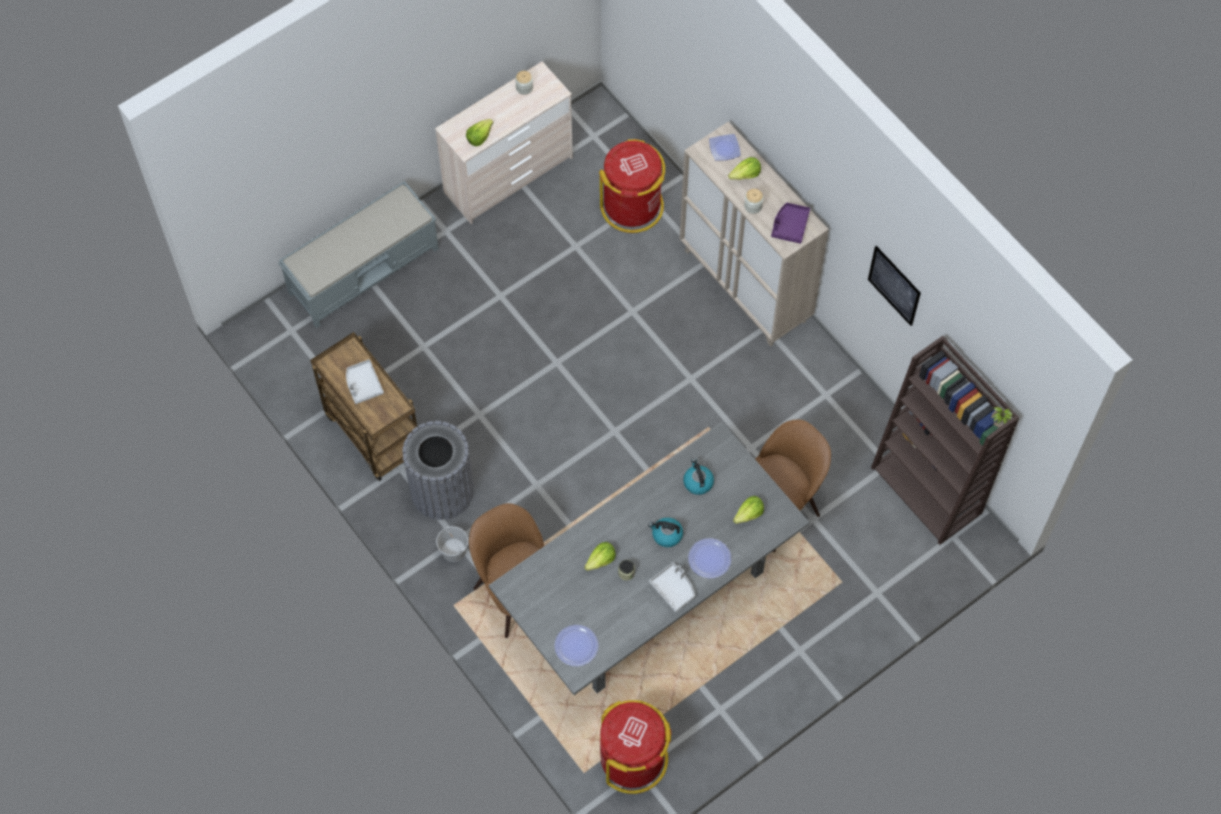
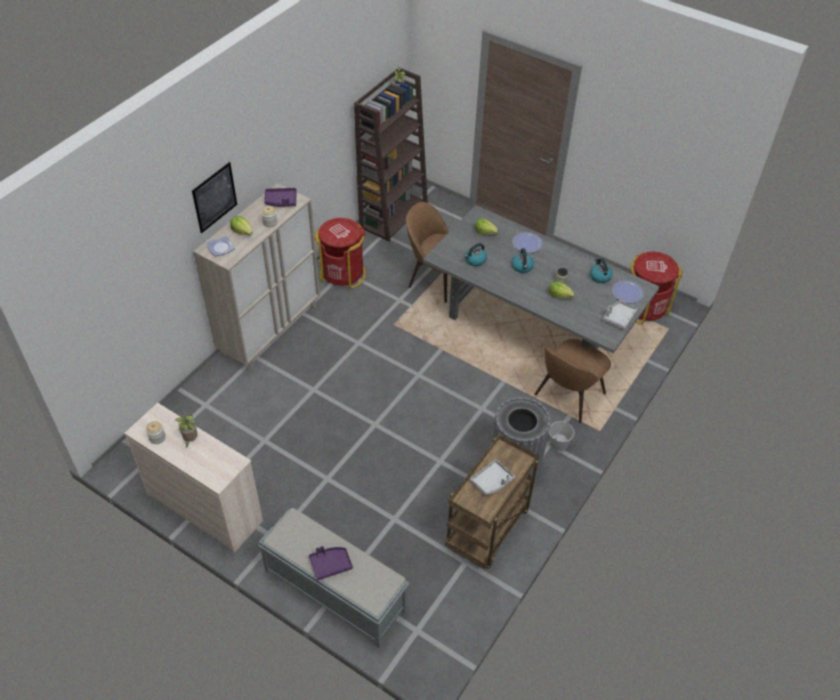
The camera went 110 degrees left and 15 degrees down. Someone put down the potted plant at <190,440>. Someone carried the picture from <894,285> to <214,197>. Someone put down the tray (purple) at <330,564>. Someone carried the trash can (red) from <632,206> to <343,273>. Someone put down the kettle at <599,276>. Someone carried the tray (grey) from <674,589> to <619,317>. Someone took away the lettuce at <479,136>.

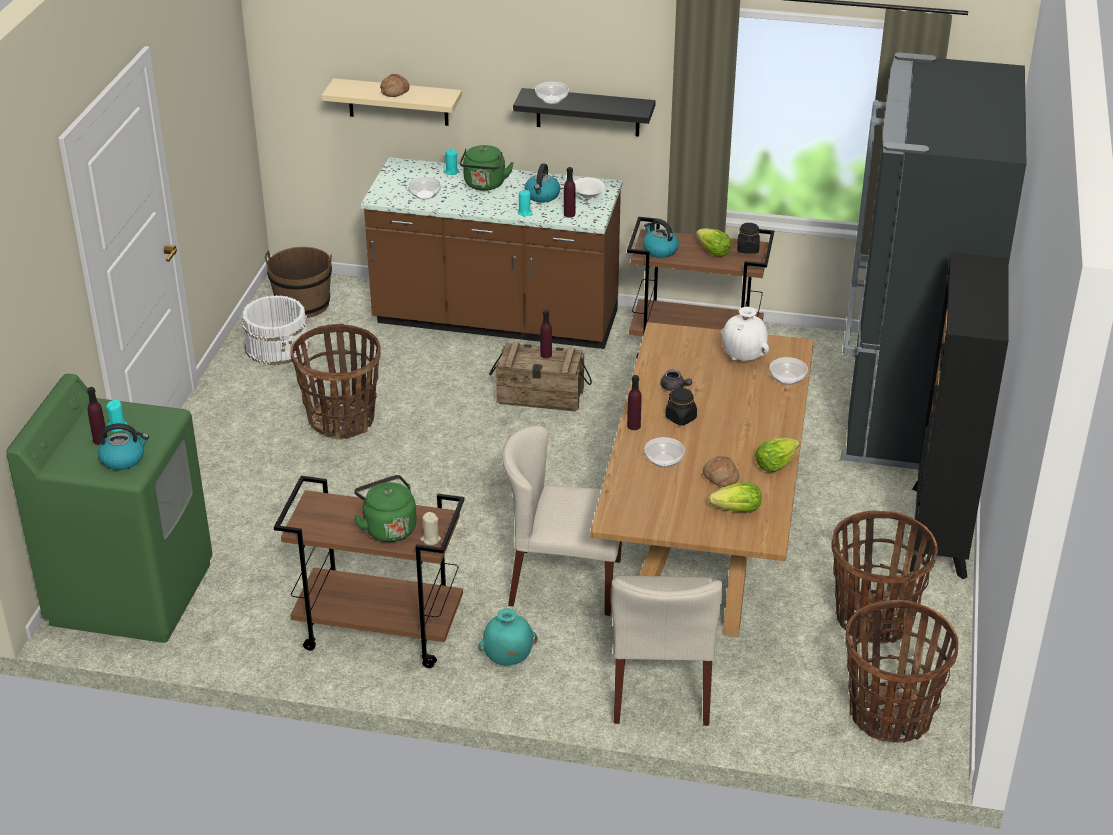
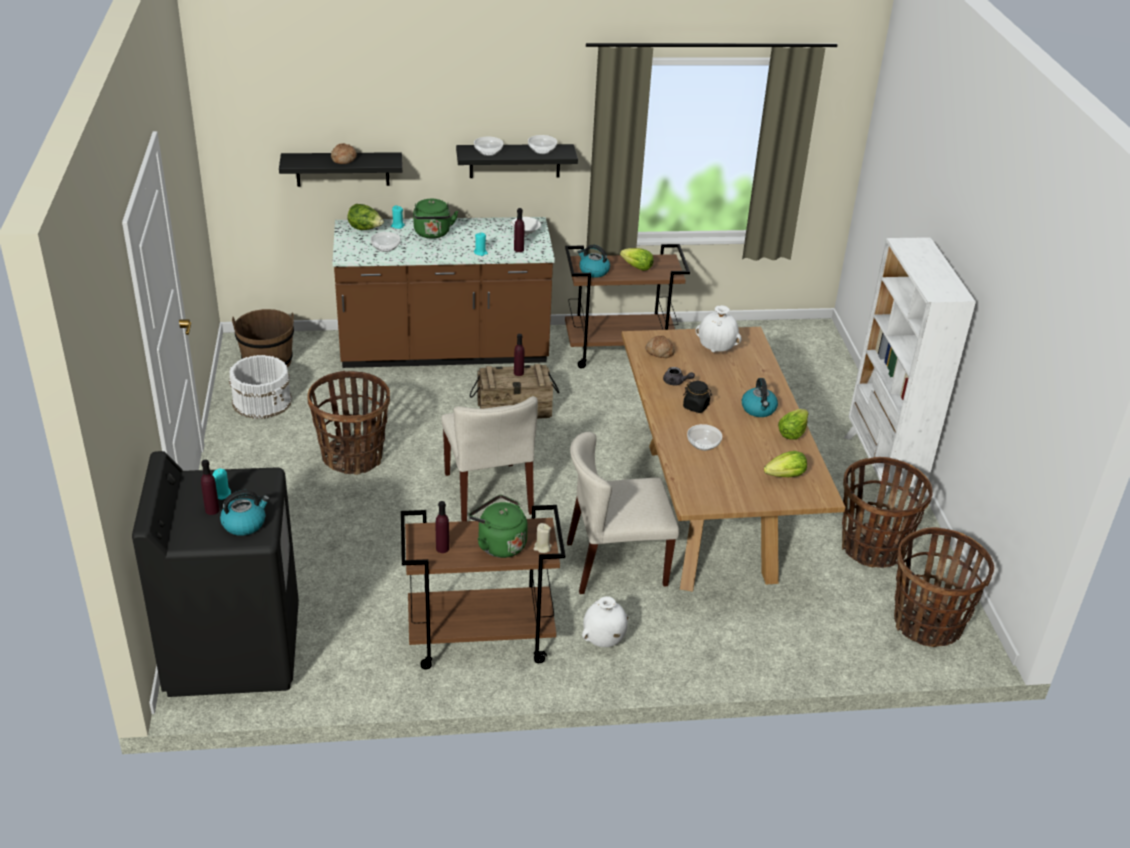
The camera went 20 degrees left and 0 degrees up. Someone repainted the washing machine (green) at <131,592>, which became the washing machine (black) at <233,649>. Someone repainted the shelf (beige) at <398,102>, which became the shelf (black) at <342,169>. Someone put down the lettuce at <365,229>. Someone carried the bottle (purple) from <633,426> to <442,548>. Someone carried the chair (beige) from <661,686> to <488,494>. Someone carried the bowl from <787,379> to <542,151>. Someone repainted the vase (turquoise) at <507,659>, which became the vase (white) at <603,641>. Someone carried the bread from <720,477> to <659,352>. Someone carried the kettle from <542,196> to <759,409>. Someone repainted the bookcase (black) at <938,532>, which became the bookcase (white) at <881,469>. Someone took away the jar (black) at <747,249>. Someone took away the fridge (black) at <906,412>.

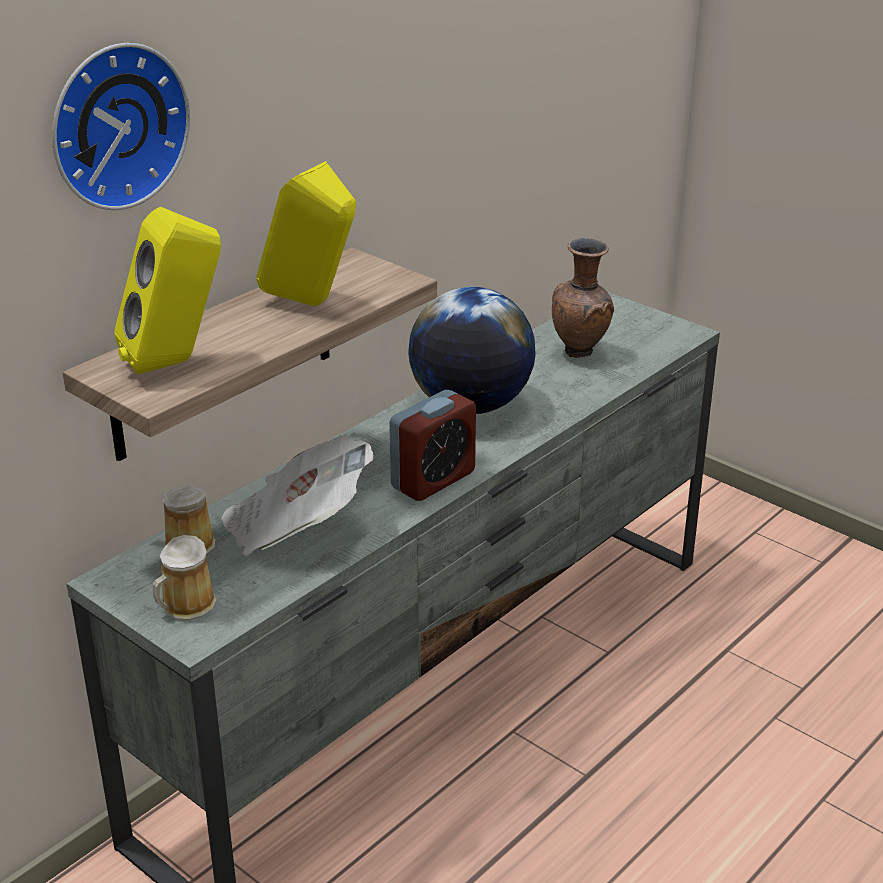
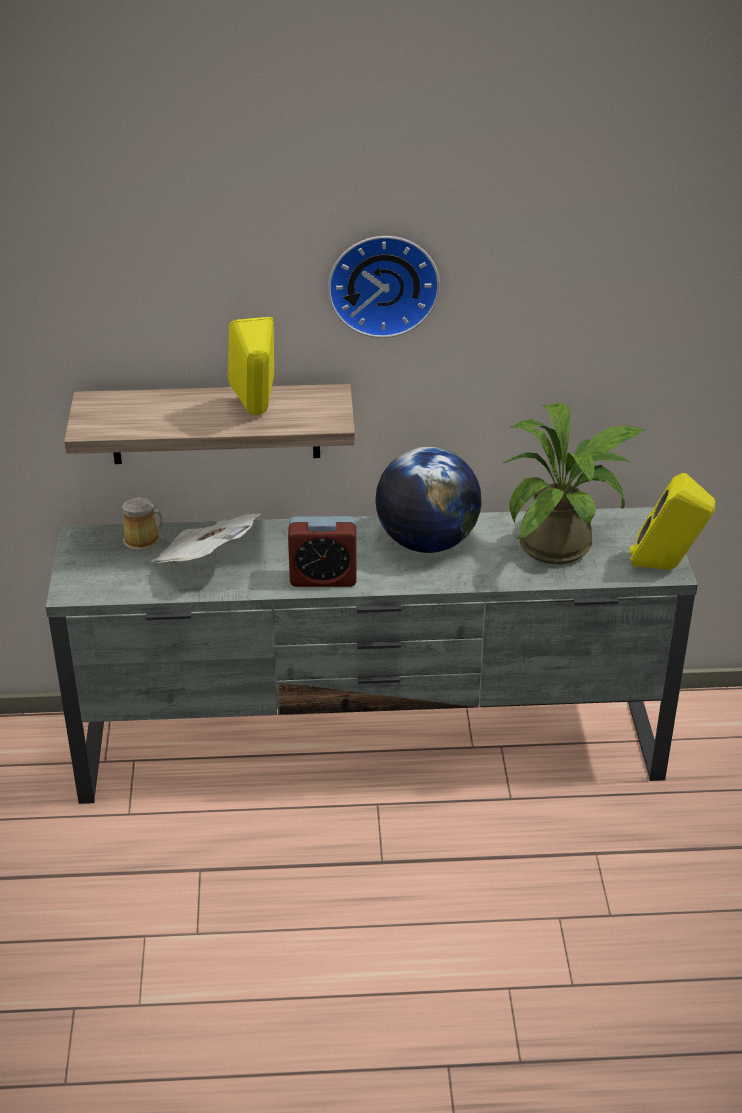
The camera went 45 degrees right and 5 degrees up. Someone carried the wall clock from <114,124> to <383,283>. Someone swapped the vase (brown) at <581,352> for the potted plant at <564,545>. Someone carried the speaker (yellow) from <177,362> to <666,568>. Someone took away the mug at <185,606>.

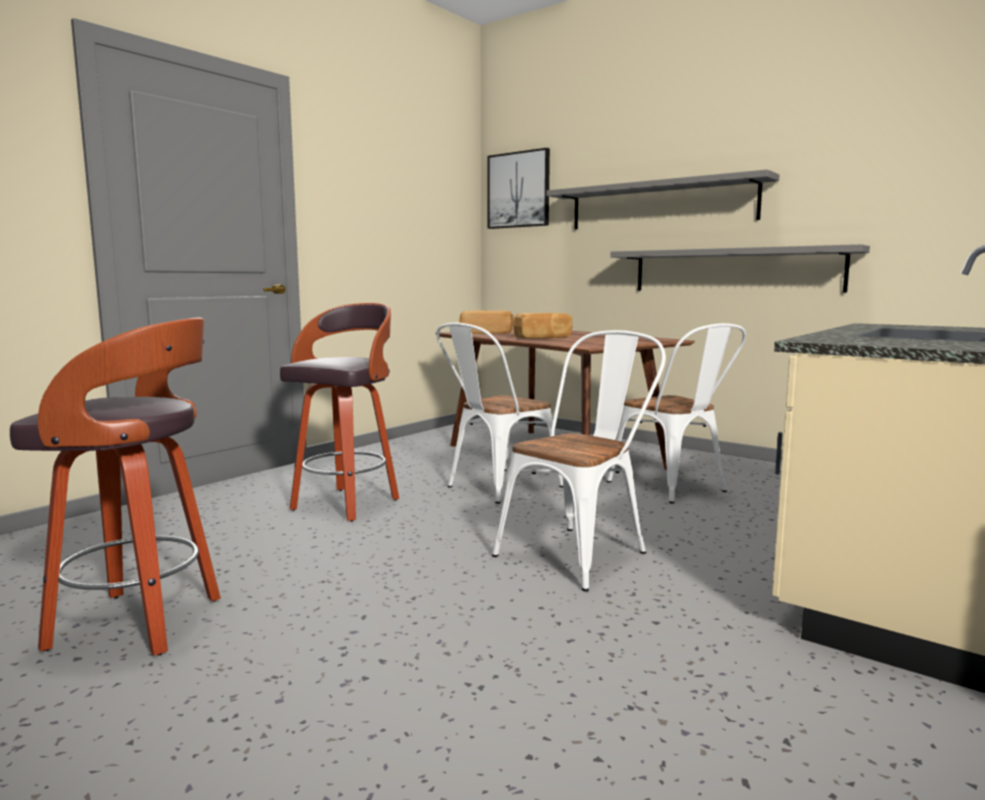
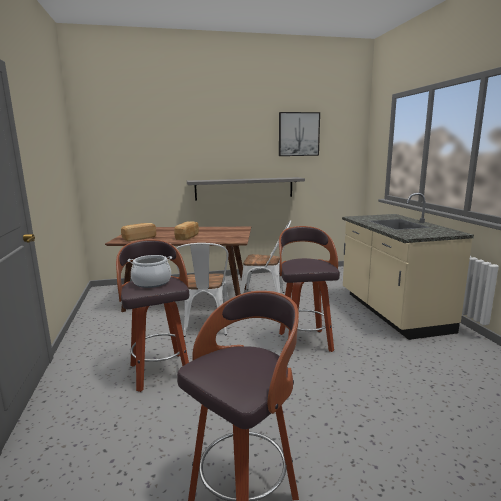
The camera went 50 degrees left and 5 degrees up. Someone put down the cooking pot at <152,282>. Someone carried the picture from <519,190> to <298,134>. Someone swapped the chair (white) at <580,552> for the stool at <304,341>. Someone took away the shelf (grey) at <660,205>.

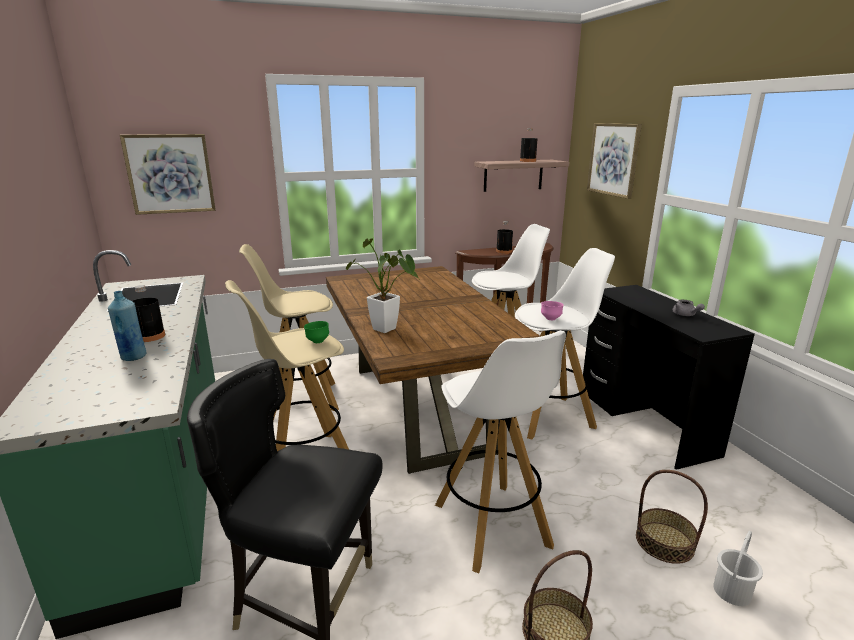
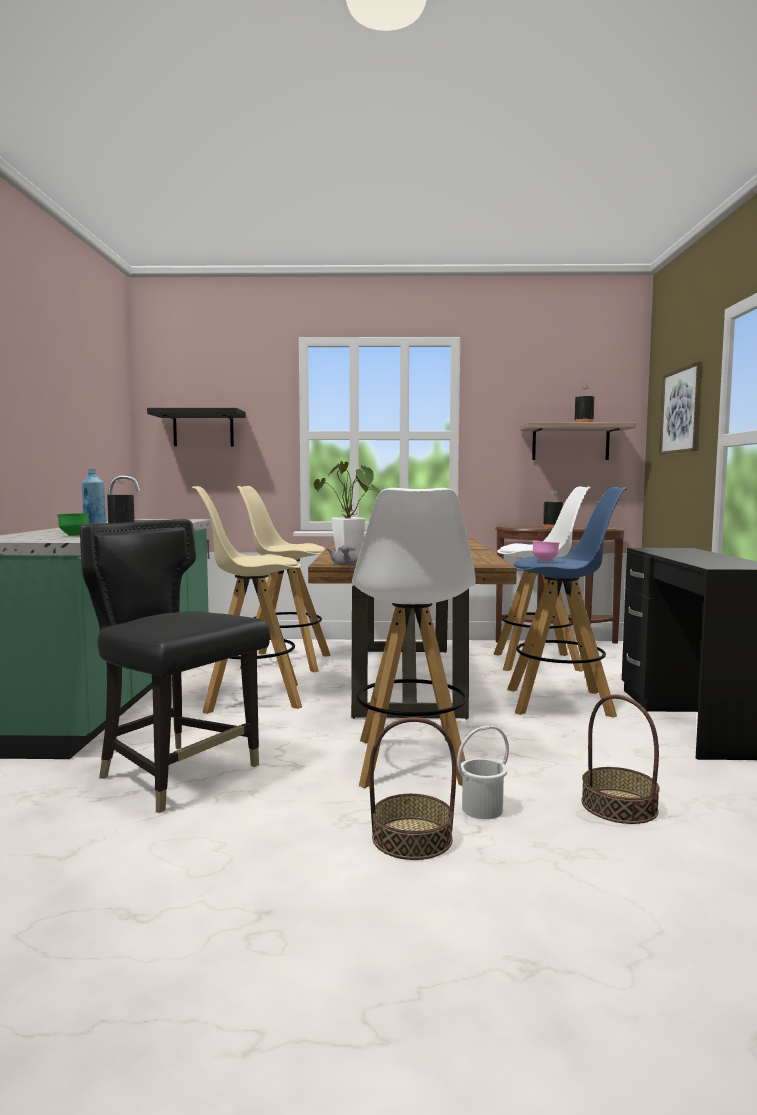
The camera went 20 degrees right and 15 degrees down. Someone carried the bowl (green) from <317,341> to <74,535>. Someone swapped the picture at <170,174> for the shelf (black) at <203,429>. Someone carried the teapot (grey) from <685,315> to <345,564>. Someone carried the bucket (white) from <732,591> to <483,809>. Someone repainted the stool (white) at <550,417>, which became the stool (blue) at <560,702>.

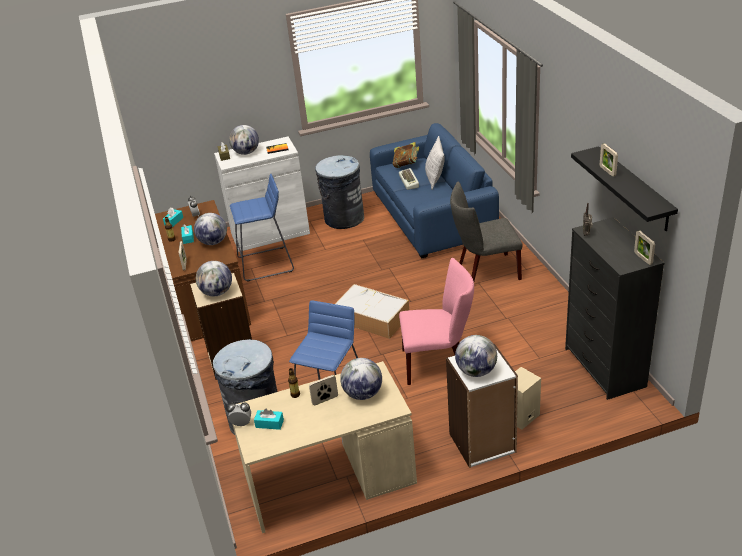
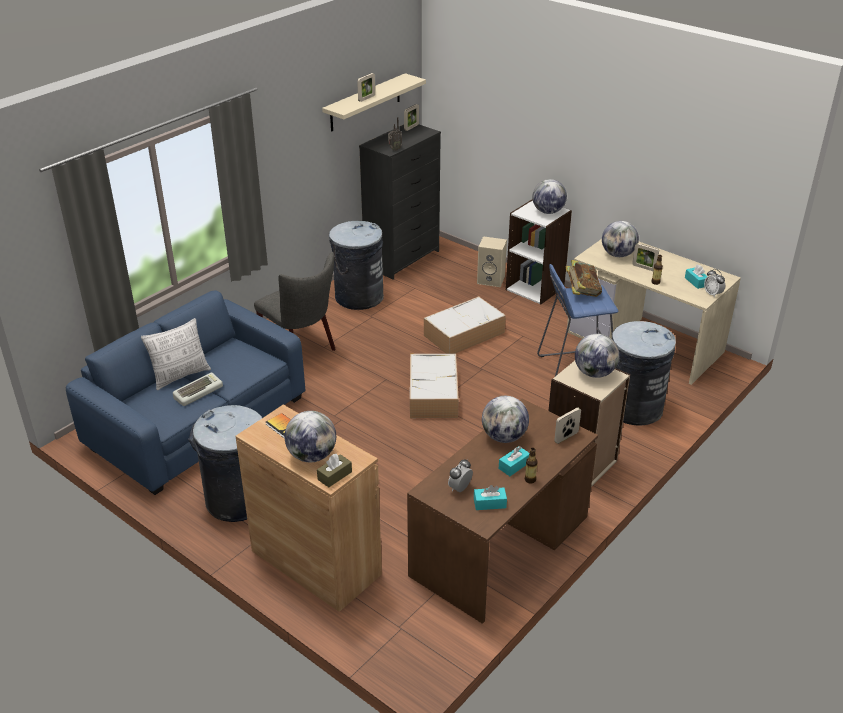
The camera went 125 degrees left and 0 degrees up. Someone repainted the cabinet (white) at <270,233>, which became the cabinet (brown) at <315,562>. Someone repainted the shelf (black) at <634,189>, which became the shelf (beige) at <365,102>. Someone put down the trash can (grey) at <358,297>. Someone swapped the chair (pink) at <439,363> for the storage box at <464,333>. Someone carried the book from <406,165> to <582,291>. Someone took away the stool (blue) at <266,264>.

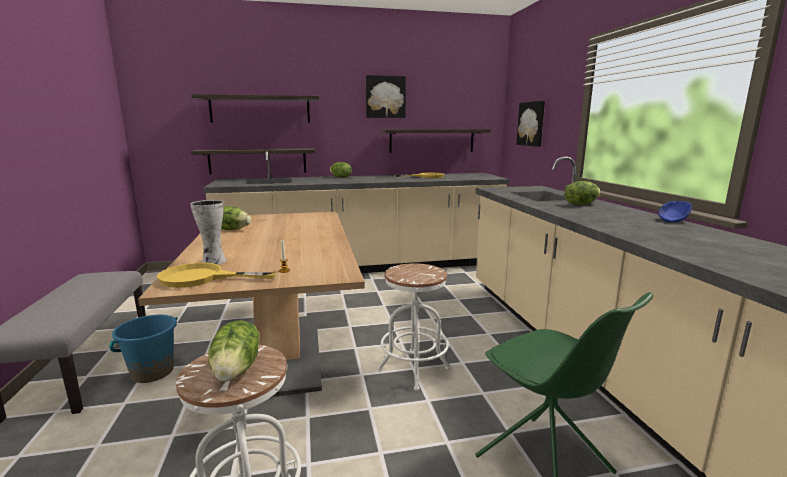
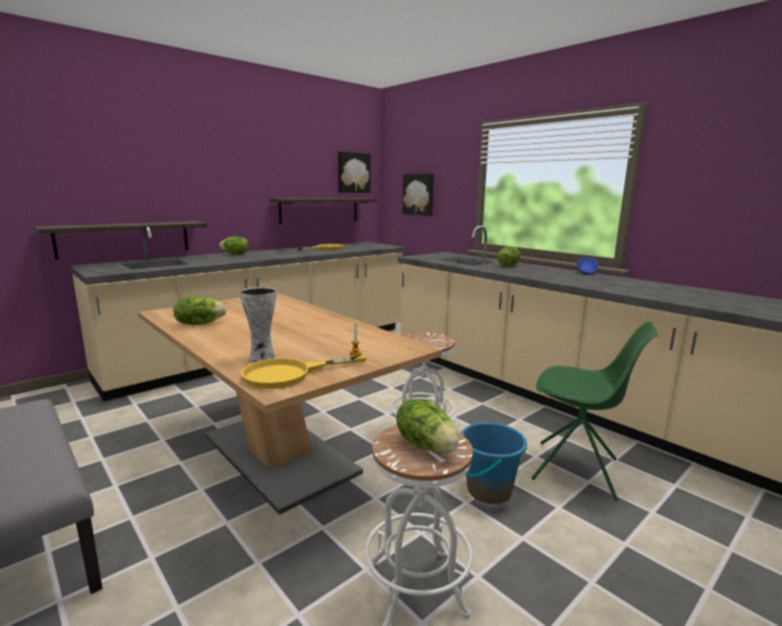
The camera went 30 degrees left and 0 degrees up. Someone carried the picture from <385,97> to <353,172>. Someone carried the bucket (blue) from <152,372> to <488,490>. Someone took away the shelf at <260,109>.

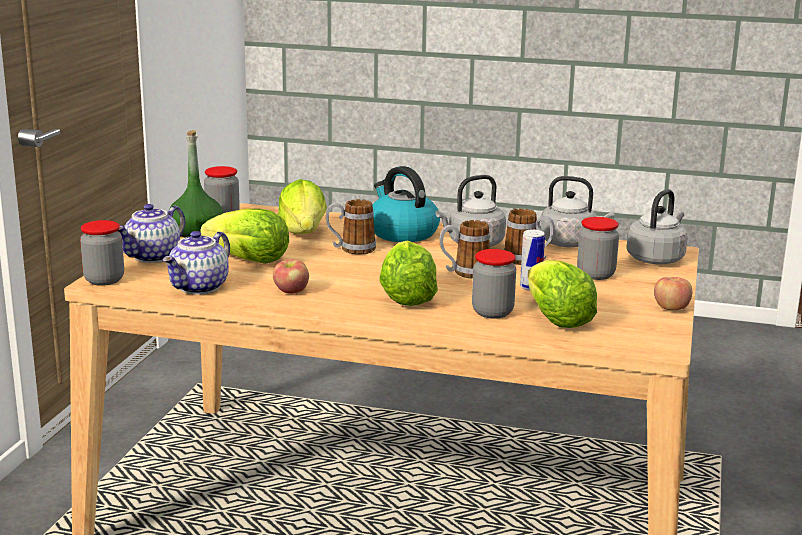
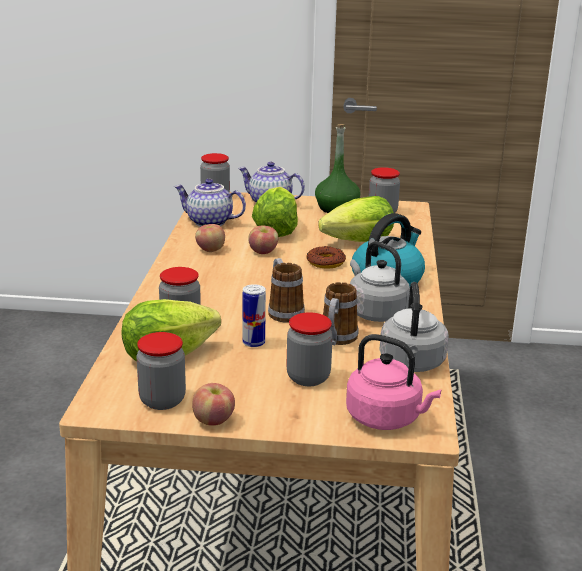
The camera went 80 degrees right and 5 degrees up. Someone put down the jar at <162,400>. Someone put down the apple at <263,252>. Someone swapped the mug at <351,249> for the donut at <326,262>. Someone repainted the kettle (grey) at <656,259>, which became the kettle (pink) at <387,418>. Someone took away the lettuce at <406,298>.

